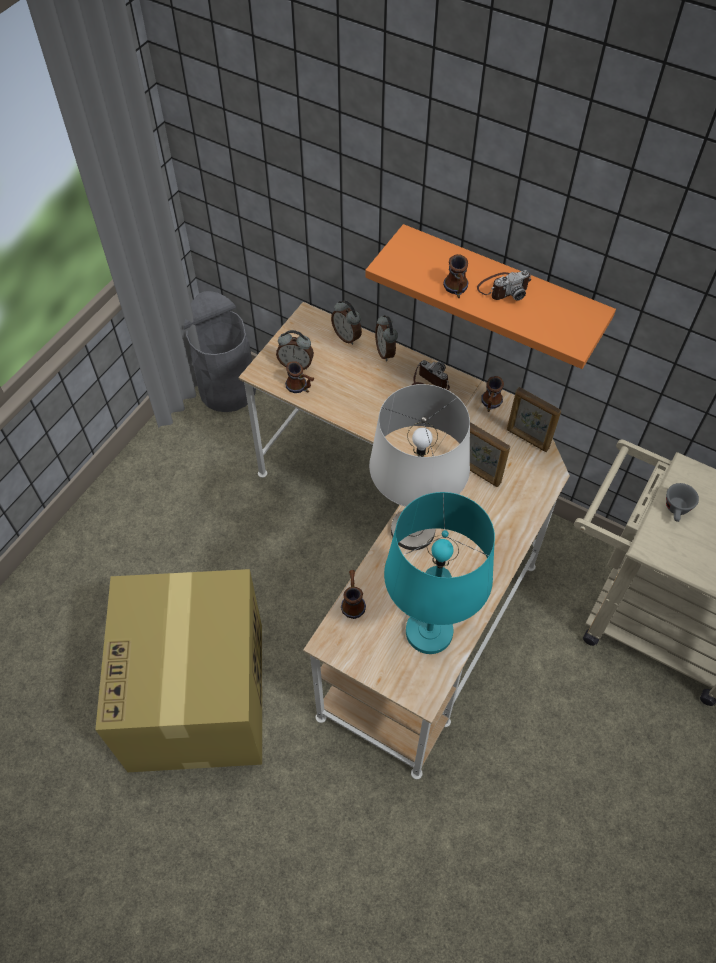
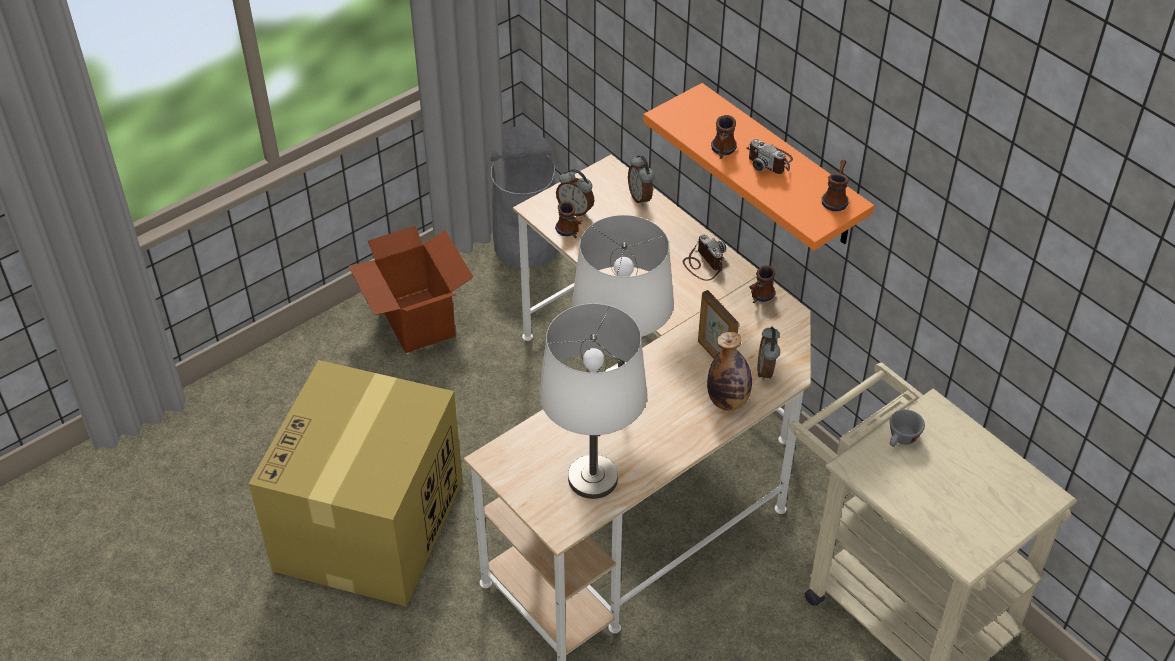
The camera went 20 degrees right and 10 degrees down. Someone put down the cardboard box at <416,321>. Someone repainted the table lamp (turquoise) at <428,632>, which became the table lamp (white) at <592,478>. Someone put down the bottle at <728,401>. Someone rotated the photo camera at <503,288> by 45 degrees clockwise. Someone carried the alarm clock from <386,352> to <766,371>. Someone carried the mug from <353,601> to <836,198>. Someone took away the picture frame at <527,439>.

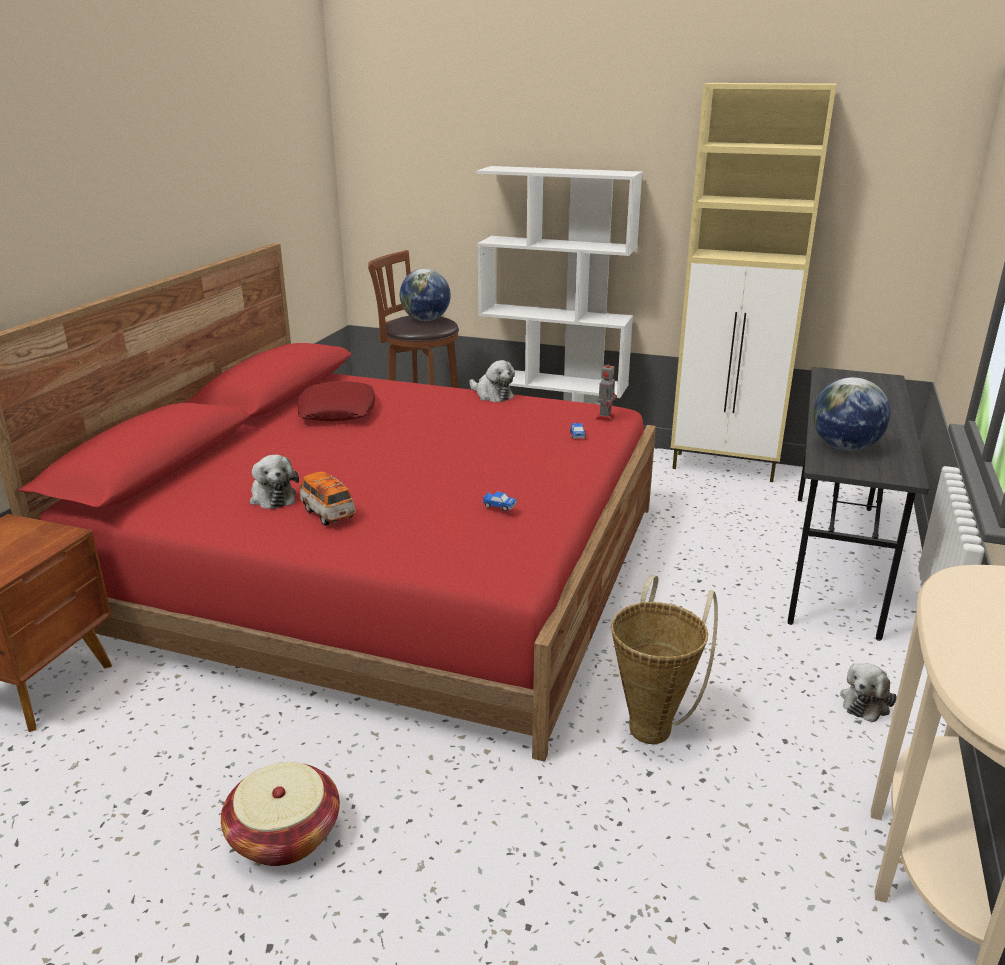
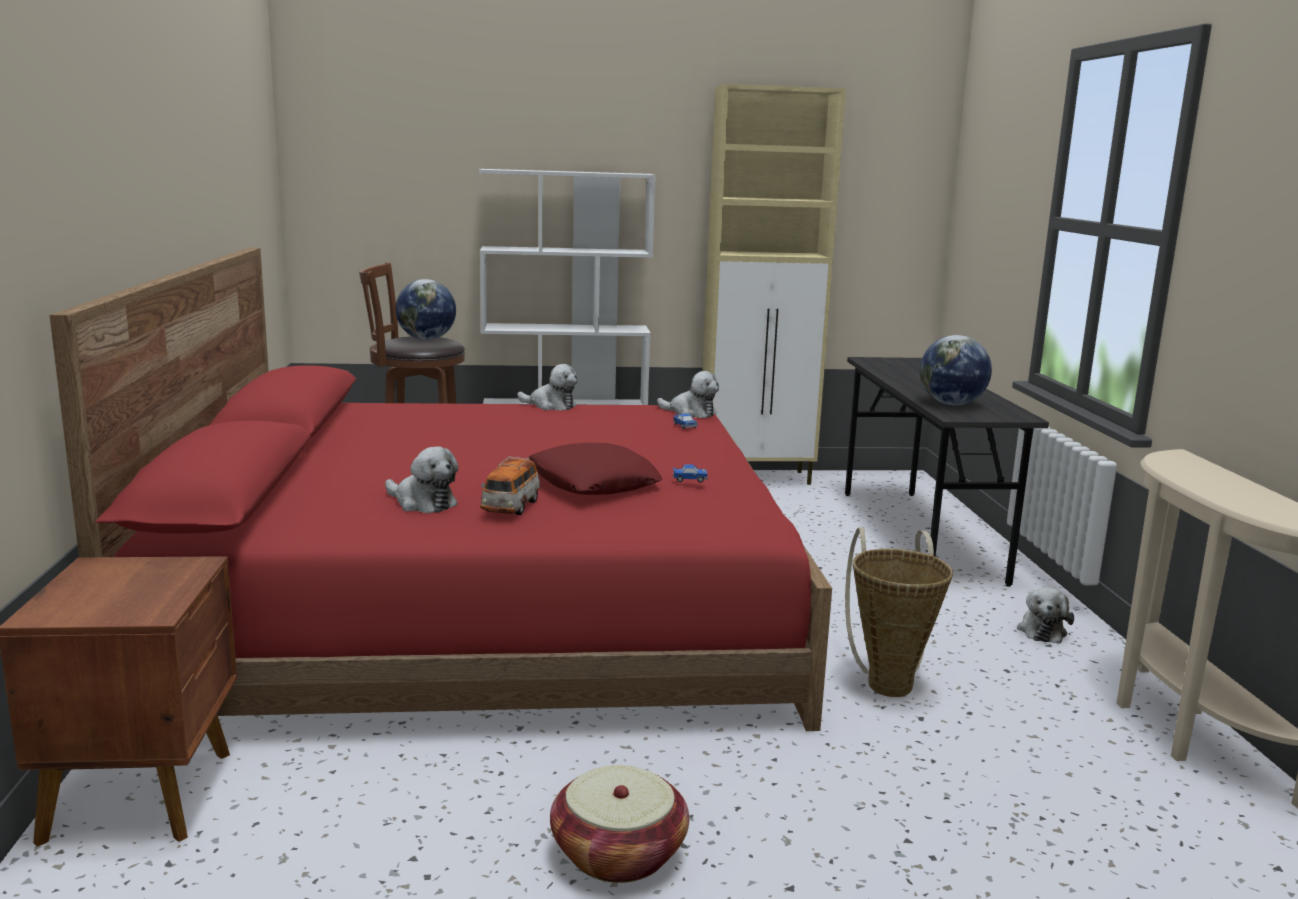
The camera went 25 degrees left and 10 degrees down. Someone rotated the toy car at <328,513> by 105 degrees counterclockwise. Someone carried the pillow (red) from <337,410> to <593,482>. Someone swapped the toy robot at <605,417> for the plush toy at <690,413>.

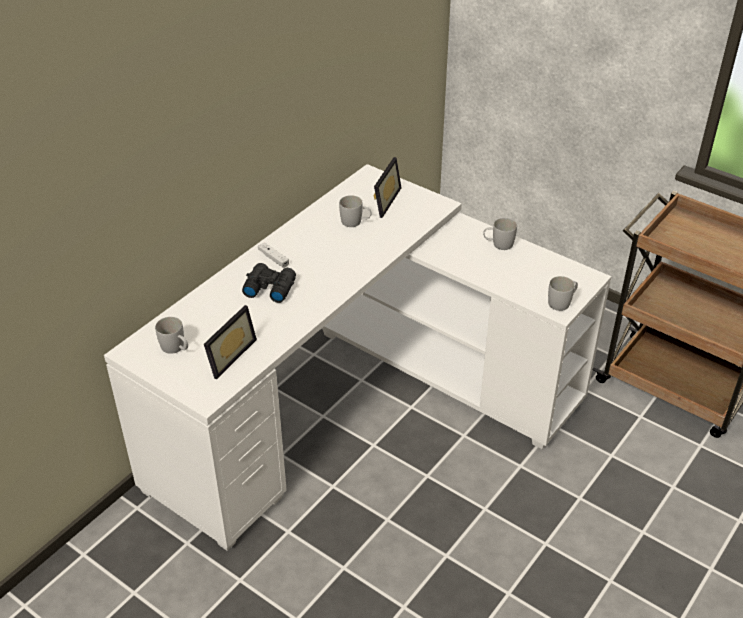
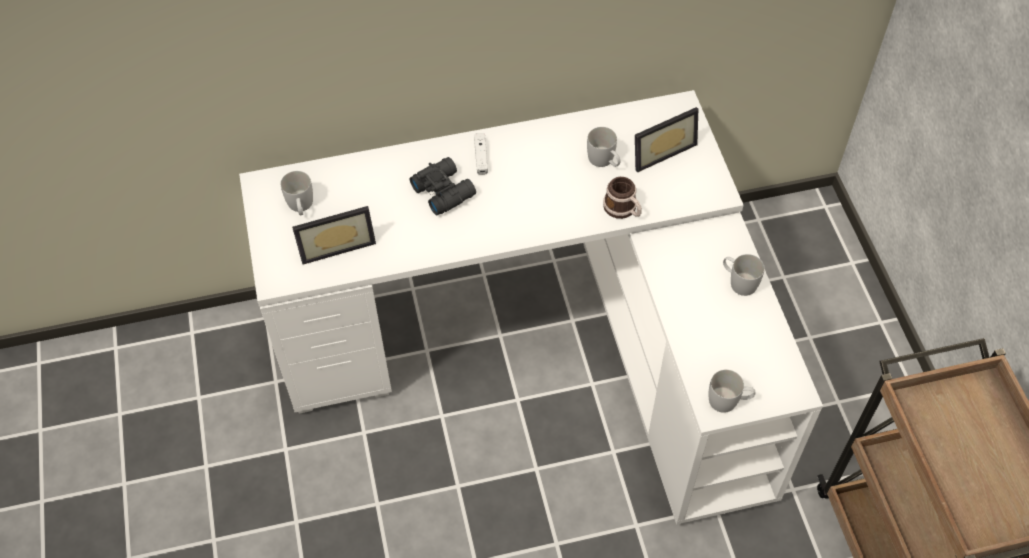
The camera went 40 degrees right and 15 degrees up. Someone put down the mug at <623,209>.

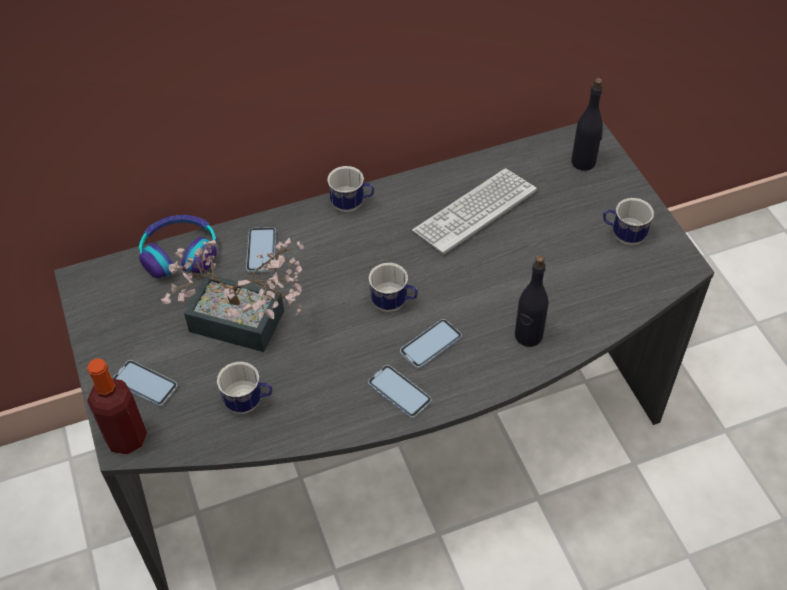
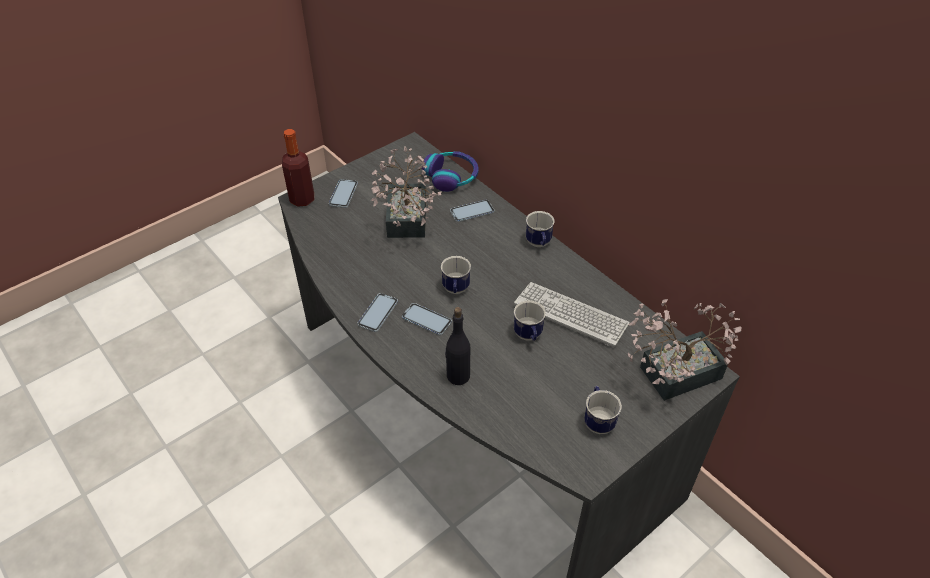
The camera went 70 degrees right and 5 degrees down. Someone carried the mug from <249,402> to <528,336>. Someone swapped the bottle (black) at <584,162> for the potted plant at <672,375>.

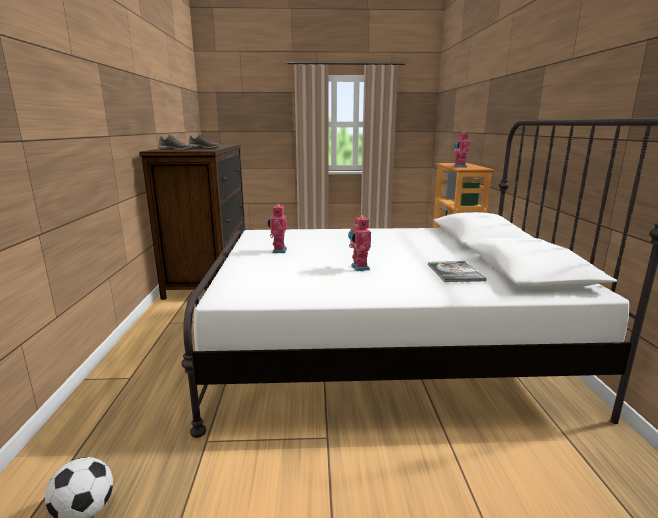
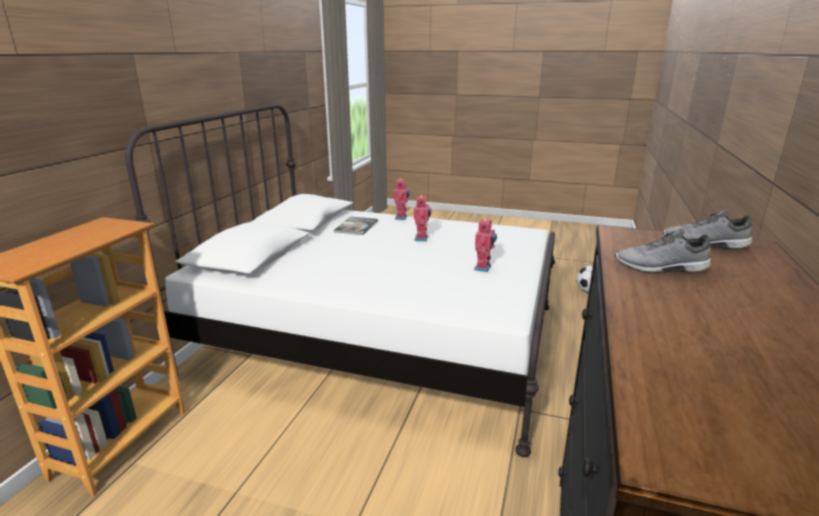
The camera went 160 degrees left and 5 degrees up. Someone carried the toy robot from <459,167> to <402,218>.

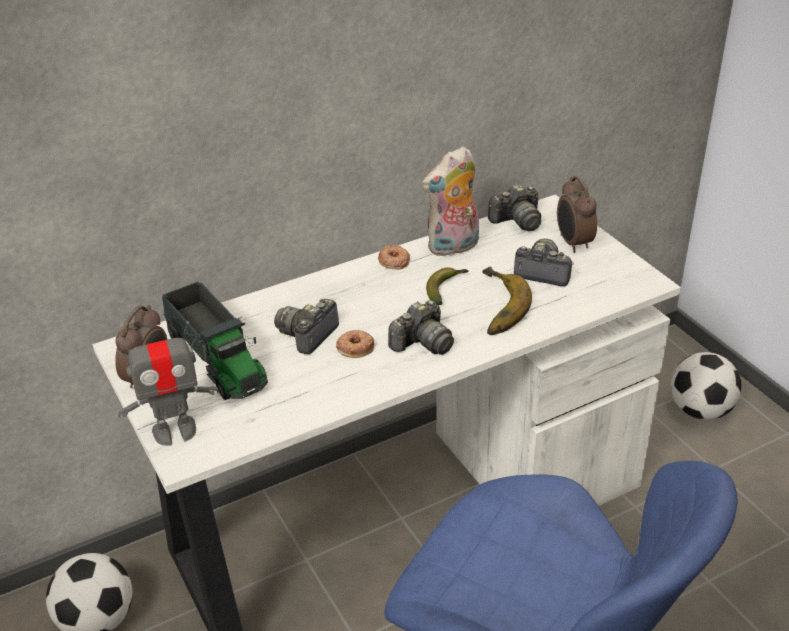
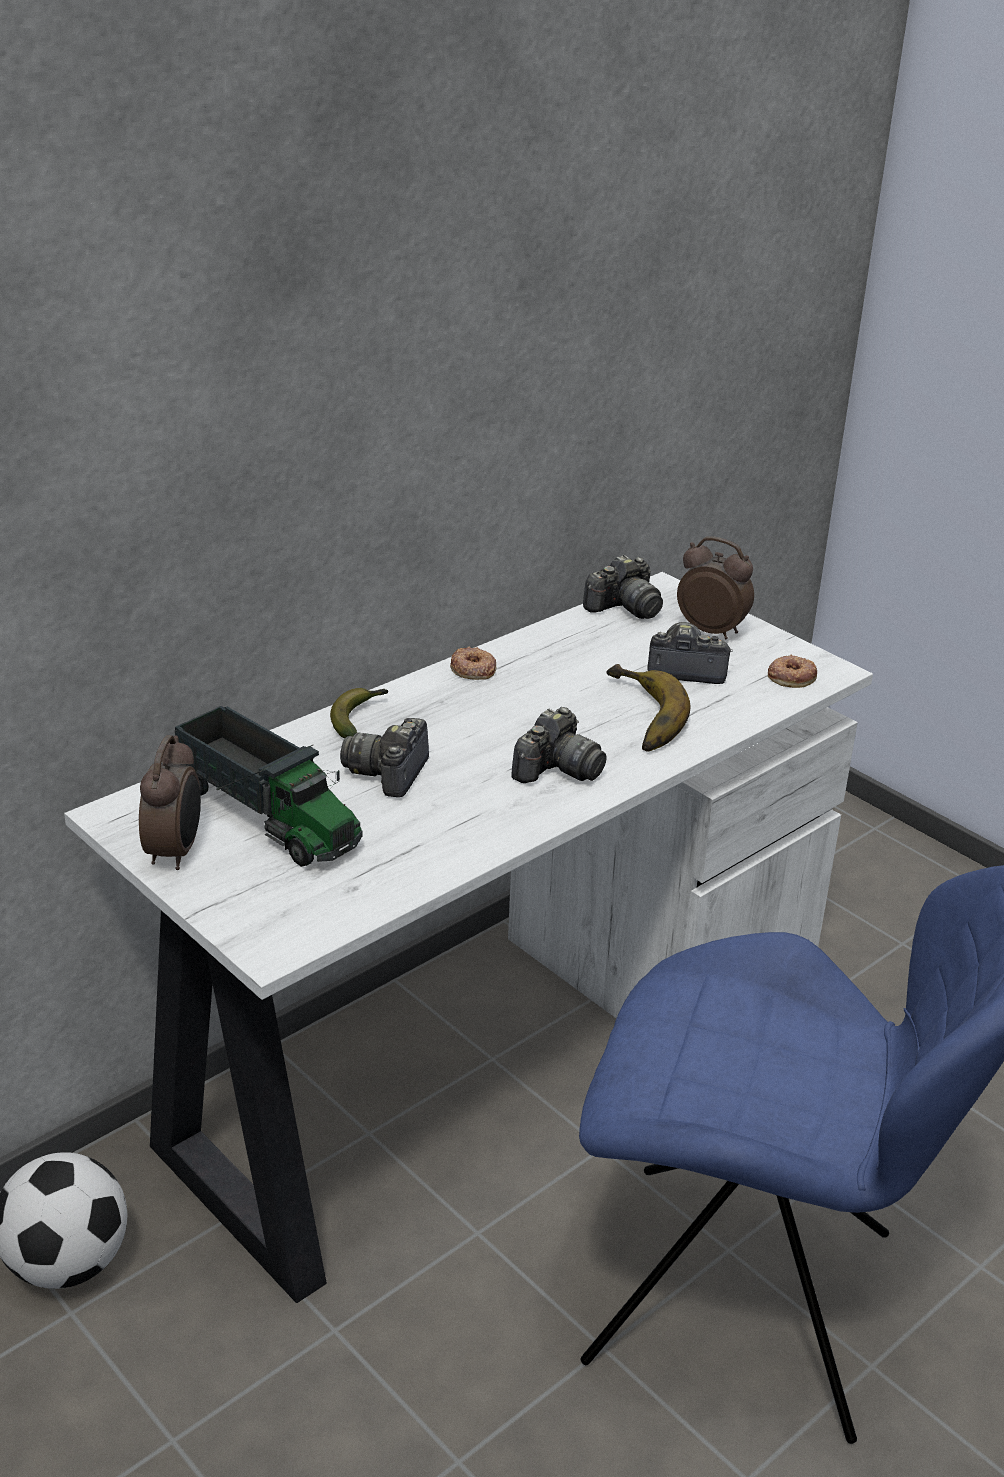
The camera went 15 degrees left and 5 degrees down. Someone carried the banana from <446,289> to <359,719>. Someone rotated the alarm clock at <573,243> by 150 degrees clockwise. Someone carried the donut from <355,347> to <791,676>. Someone took away the toy robot at <175,431>. Someone took away the plush toy at <453,247>. Someone took away the football at <700,411>.

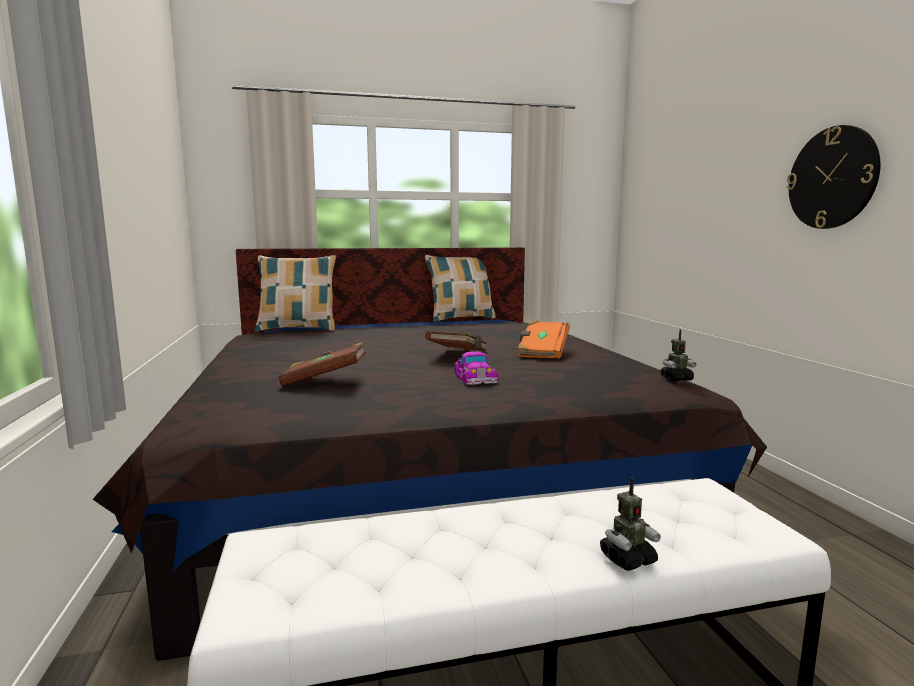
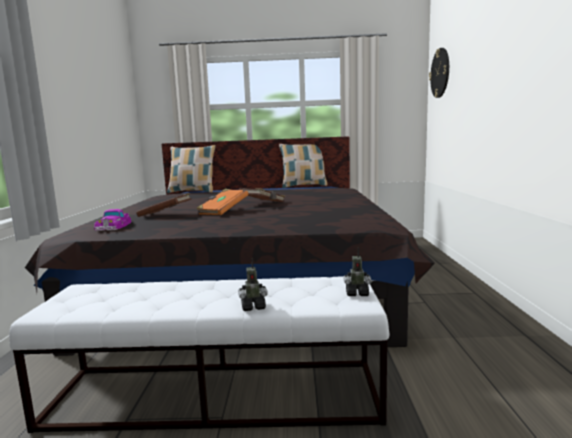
The camera went 15 degrees right and 0 degrees up. Someone carried the toy car from <474,376> to <114,226>. Someone carried the book (orange) from <542,352> to <223,211>. Someone carried the toy robot from <676,379> to <357,293>. Someone carried the wall clock from <832,178> to <440,73>.

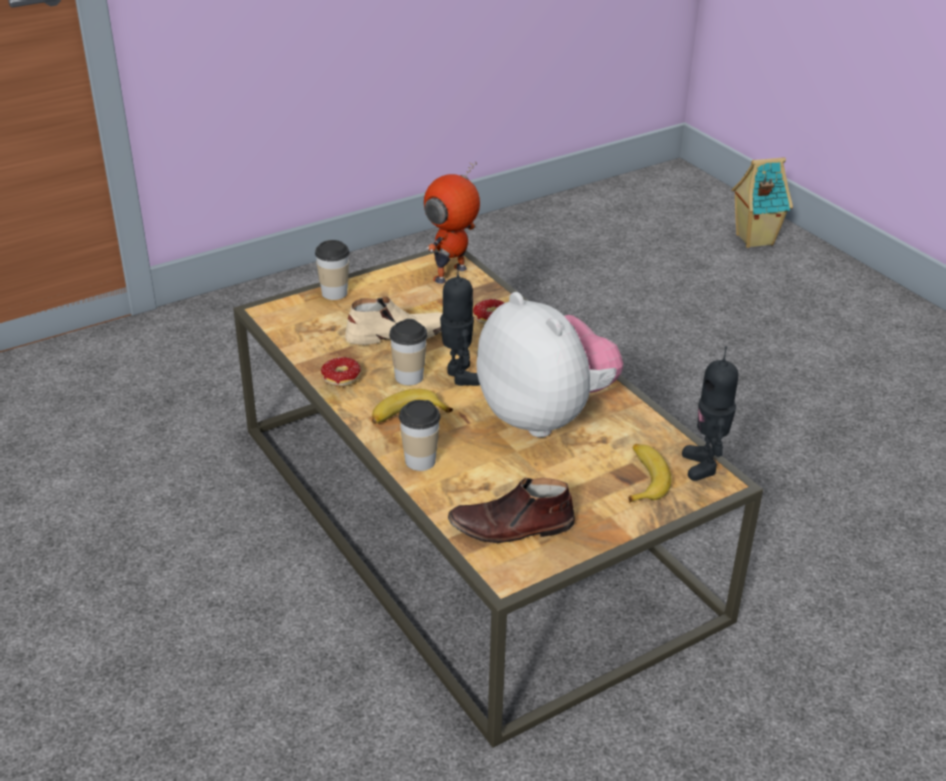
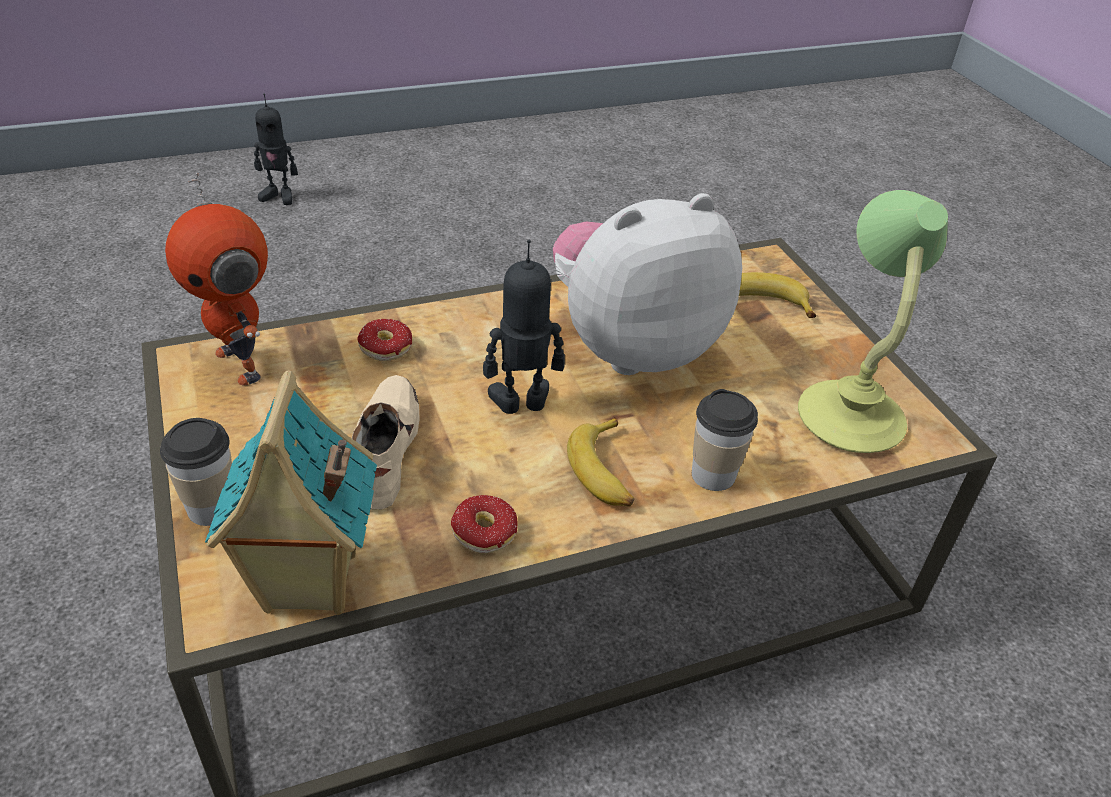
The camera went 80 degrees left and 5 degrees up. Someone carried the toy house from <753,239> to <308,584>. Someone carried the toy robot from <704,465> to <279,196>. Someone swapped the shoe (brown) at <511,527> for the table lamp at <851,416>. Someone took away the cup at <409,377>.

